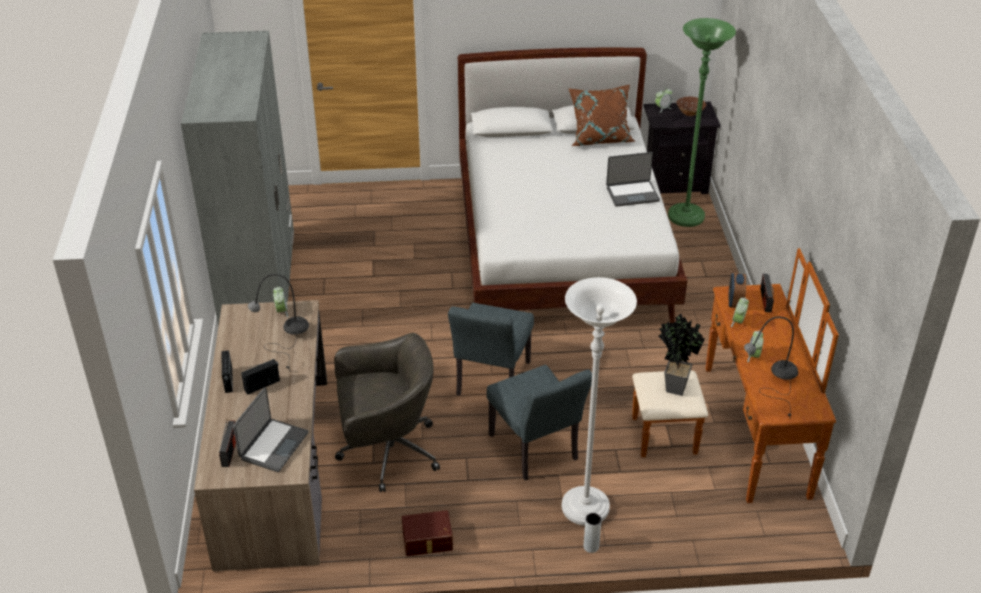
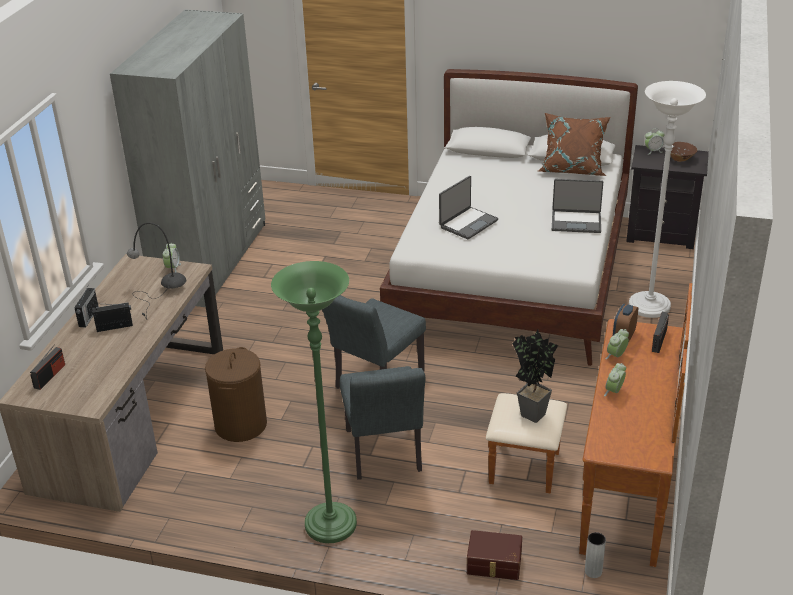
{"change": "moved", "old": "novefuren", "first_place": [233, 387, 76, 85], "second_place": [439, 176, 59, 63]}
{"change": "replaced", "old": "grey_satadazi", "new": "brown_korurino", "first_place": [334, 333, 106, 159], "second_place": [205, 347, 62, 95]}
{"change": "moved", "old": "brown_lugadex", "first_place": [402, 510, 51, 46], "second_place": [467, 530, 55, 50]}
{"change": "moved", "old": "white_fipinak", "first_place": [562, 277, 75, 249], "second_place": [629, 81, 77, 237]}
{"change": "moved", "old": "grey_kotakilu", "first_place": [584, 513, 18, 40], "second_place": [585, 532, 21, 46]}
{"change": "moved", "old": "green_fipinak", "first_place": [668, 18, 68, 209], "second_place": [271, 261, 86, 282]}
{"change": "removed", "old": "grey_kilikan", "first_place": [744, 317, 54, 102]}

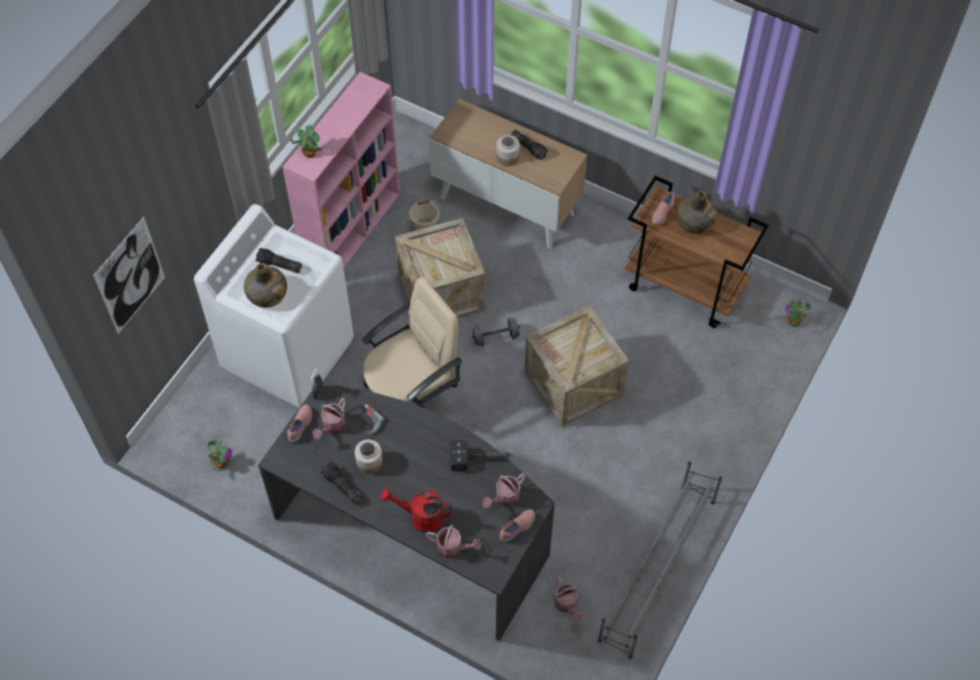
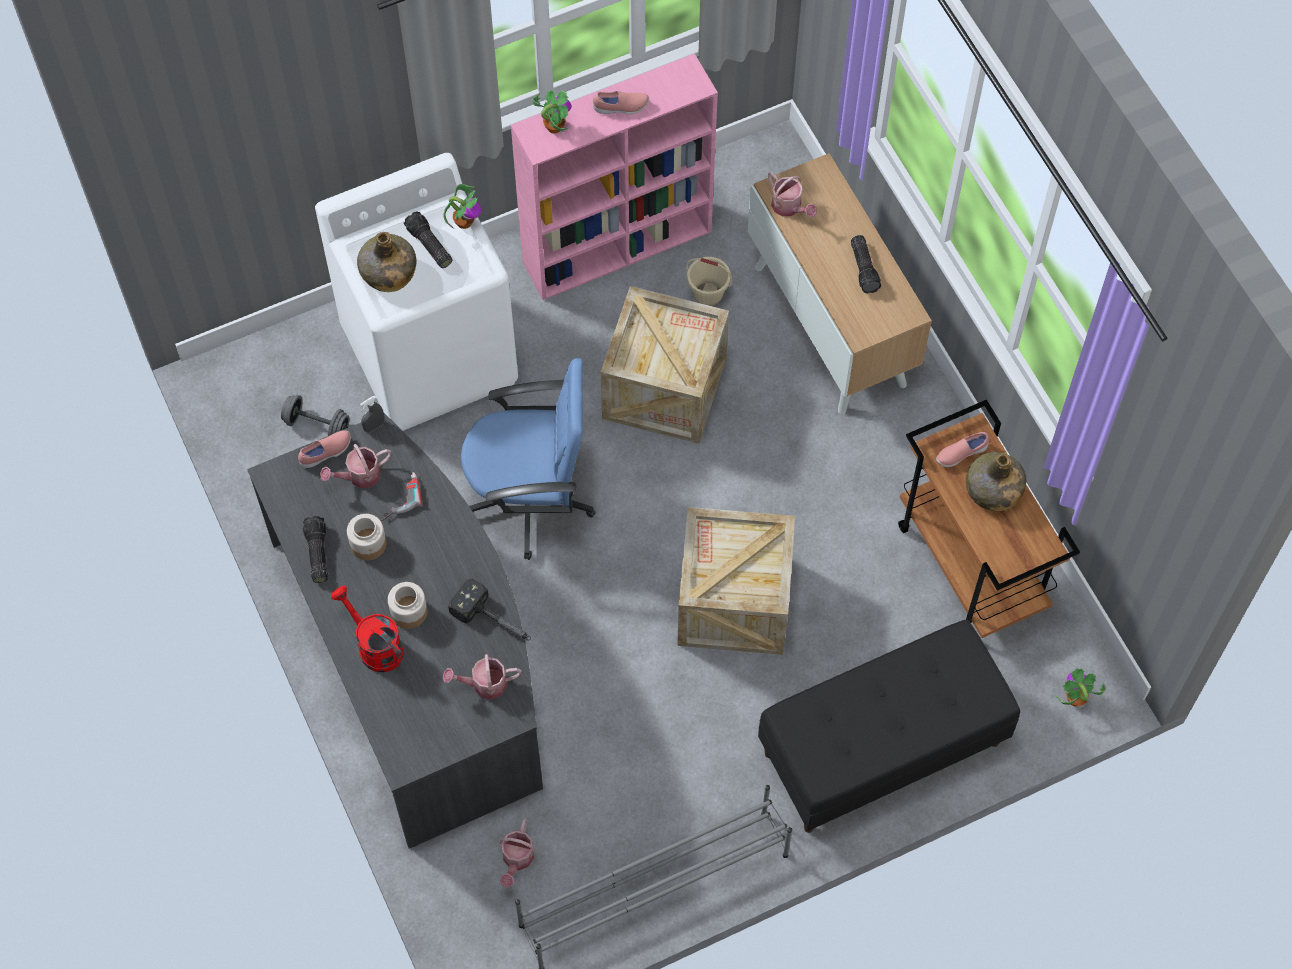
{"change": "removed", "old": "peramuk", "first_place": [93, 217, 72, 117]}
{"change": "moved", "old": "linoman", "first_place": [208, 439, 24, 32], "second_place": [443, 184, 39, 45]}
{"change": "recoloured", "old": "beige_satadazi", "new": "blue_satadazi", "first_place": [362, 277, 100, 131], "second_place": [461, 358, 135, 202]}
{"change": "moved", "old": "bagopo", "first_place": [426, 525, 55, 33], "second_place": [768, 172, 49, 46]}
{"change": "moved", "old": "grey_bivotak", "first_place": [472, 317, 48, 29], "second_place": [281, 395, 68, 41]}
{"change": "moved", "old": "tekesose", "first_place": [496, 135, 24, 31], "second_place": [388, 582, 39, 47]}
{"change": "moved", "old": "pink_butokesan", "first_place": [500, 509, 35, 33], "second_place": [593, 91, 56, 23]}
{"change": "added", "new": "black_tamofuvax", "second_place": [758, 620, 262, 213]}

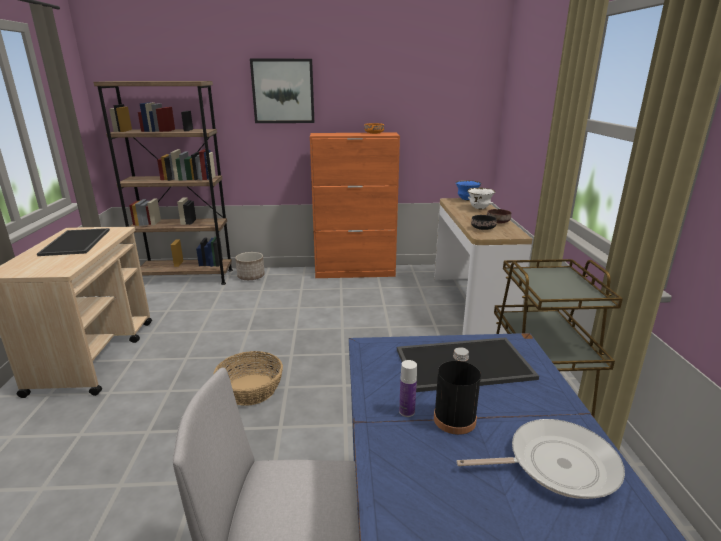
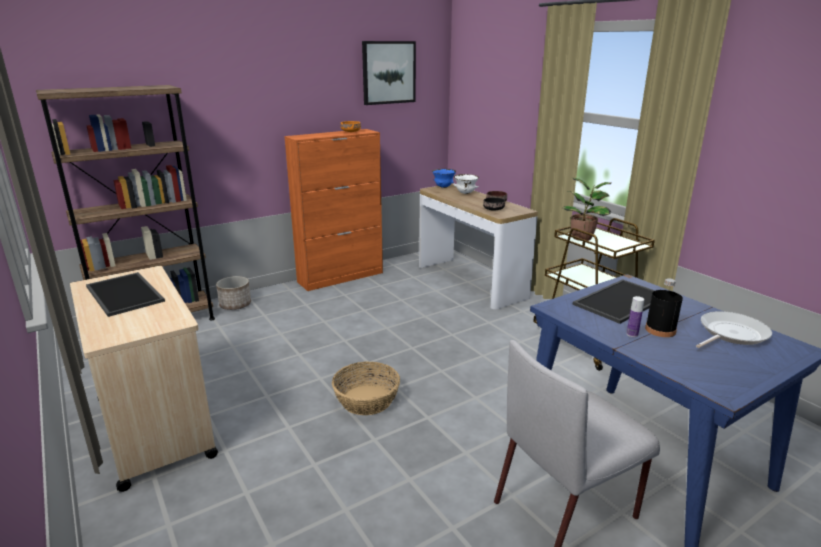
{"change": "moved", "old": "peramuk", "first_place": [250, 59, 64, 64], "second_place": [362, 41, 54, 64]}
{"change": "added", "new": "linoman", "second_place": [562, 177, 49, 64]}

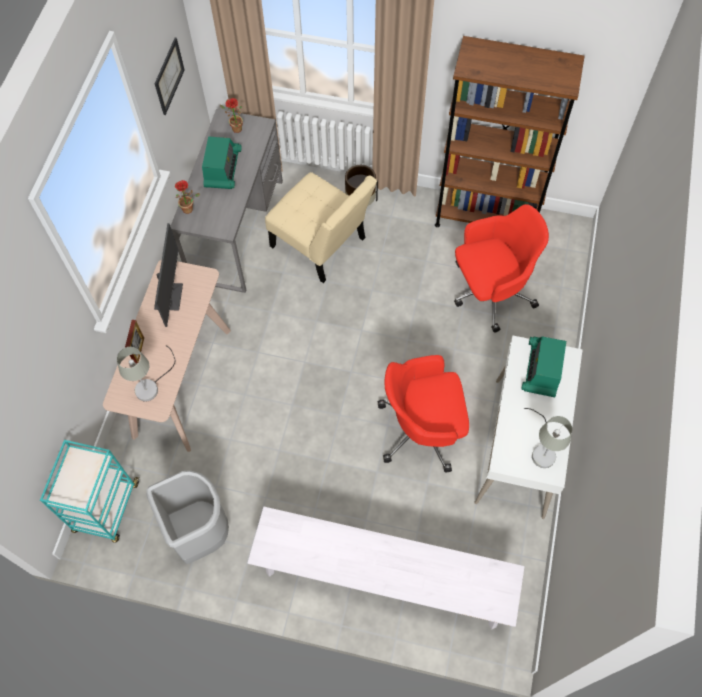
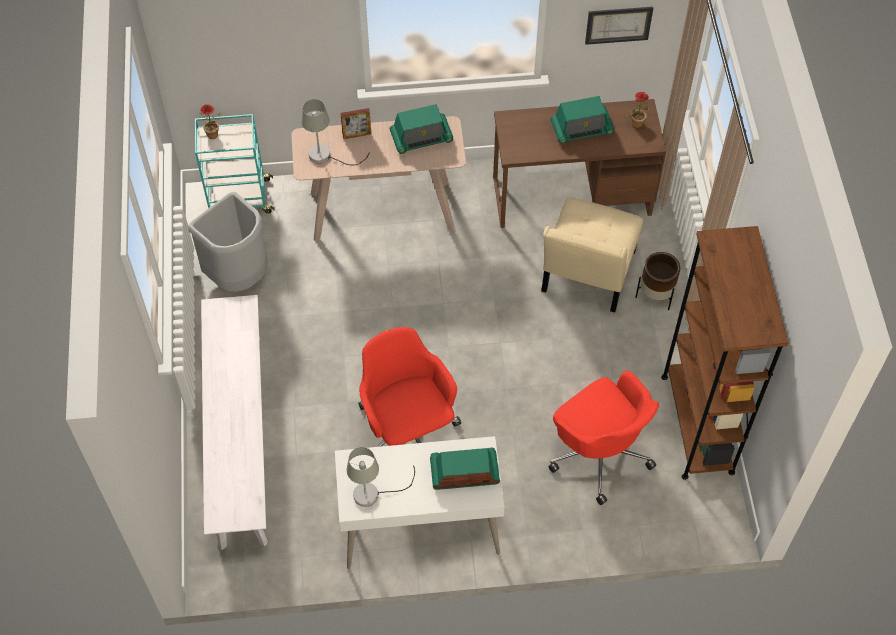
{"change": "replaced", "old": "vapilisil", "new": "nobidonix", "first_place": [154, 223, 29, 104], "second_place": [390, 104, 63, 50]}
{"change": "recoloured", "old": "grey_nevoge", "new": "brown_nevoge", "first_place": [170, 109, 113, 184], "second_place": [493, 99, 173, 129]}
{"change": "moved", "old": "linoman", "first_place": [175, 180, 25, 34], "second_place": [199, 104, 22, 35]}

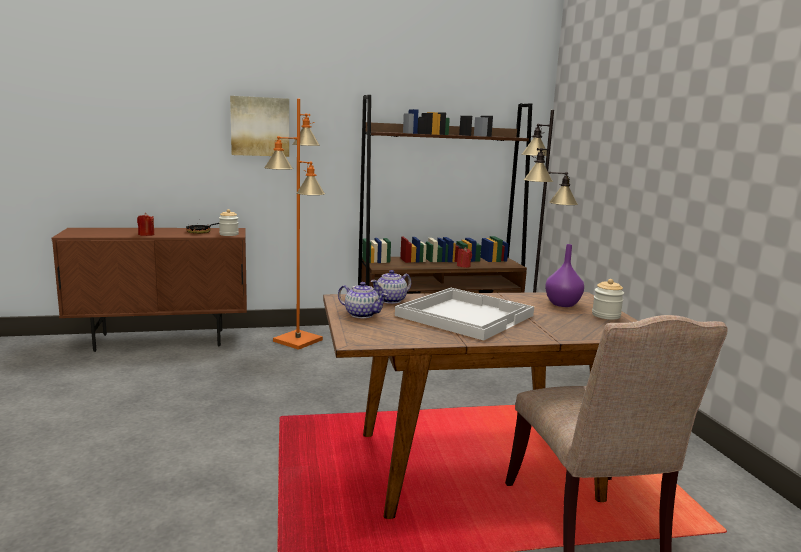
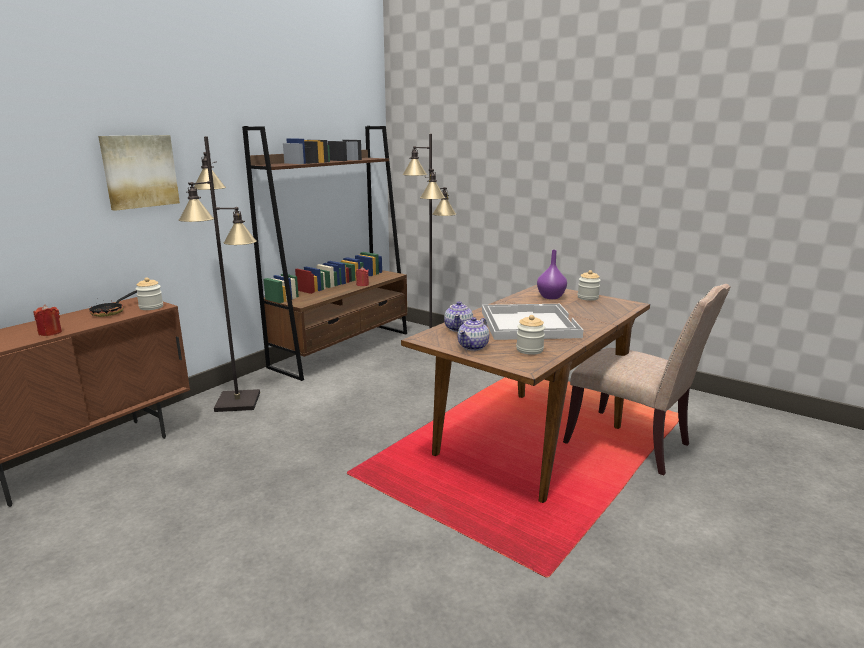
{"change": "recoloured", "old": "orange_fipinak", "new": "black_fipinak", "first_place": [264, 99, 61, 251], "second_place": [179, 136, 81, 276]}
{"change": "turned", "old": "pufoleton", "first_place": [338, 282, 50, 36], "second_place": [457, 317, 32, 34], "degrees": 135}
{"change": "added", "new": "tekesose", "second_place": [516, 315, 29, 40]}

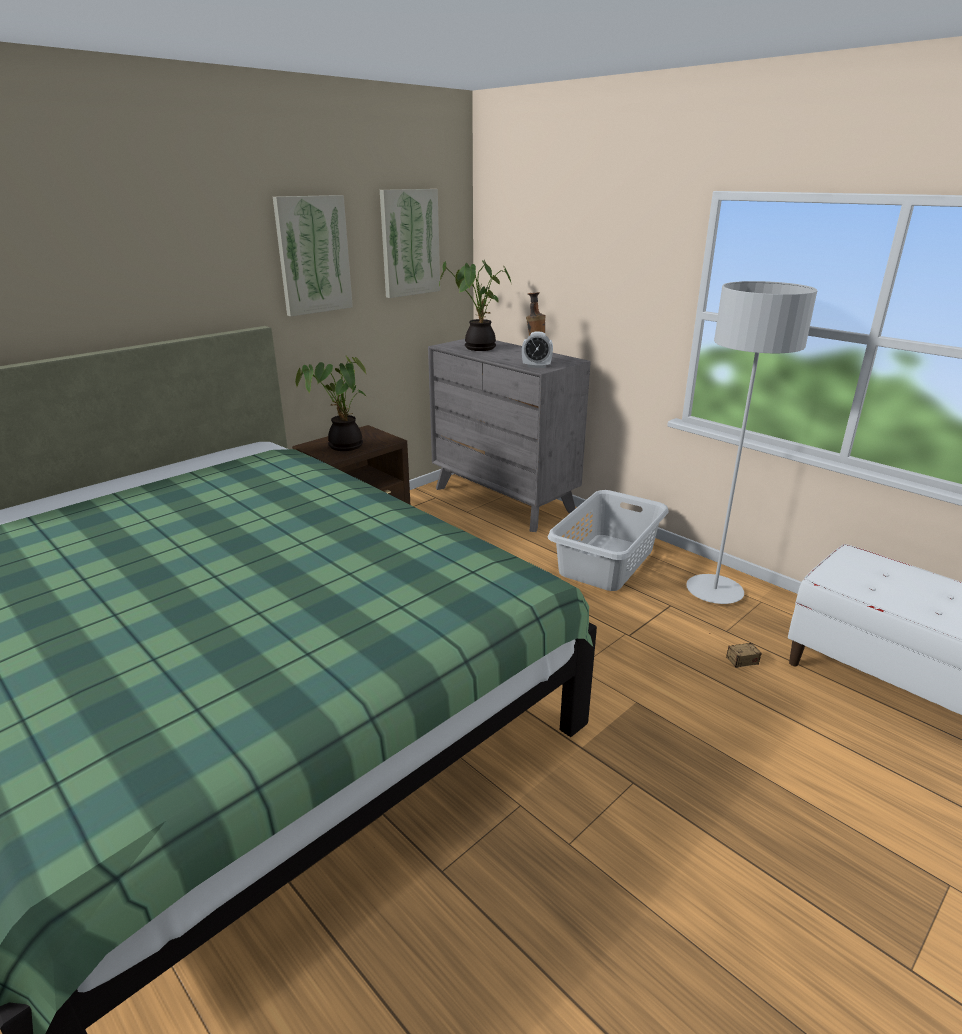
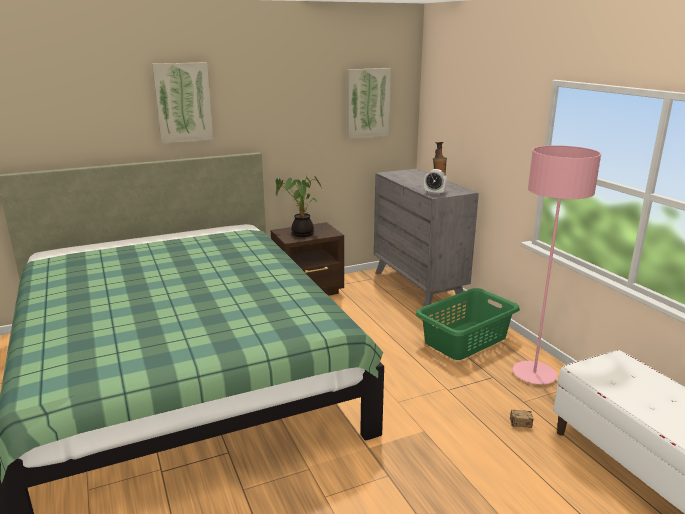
{"change": "moved", "old": "peramuk", "first_place": [273, 195, 80, 121], "second_place": [152, 62, 61, 82]}
{"change": "removed", "old": "linoman", "first_place": [439, 259, 72, 92]}
{"change": "recoloured", "old": "grey_korurino", "new": "green_korurino", "first_place": [548, 490, 121, 101], "second_place": [416, 288, 104, 72]}
{"change": "recoloured", "old": "grey_fipinak", "new": "pink_fipinak", "first_place": [686, 281, 131, 323], "second_place": [513, 145, 88, 239]}

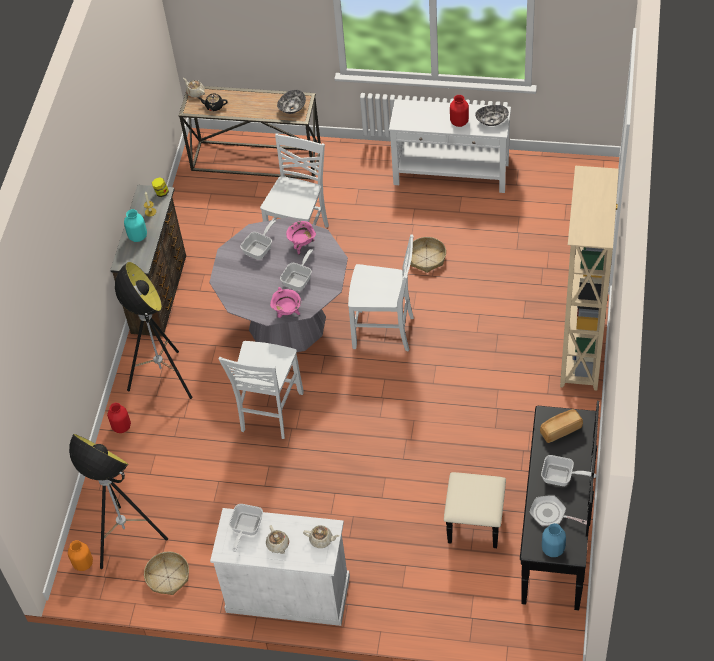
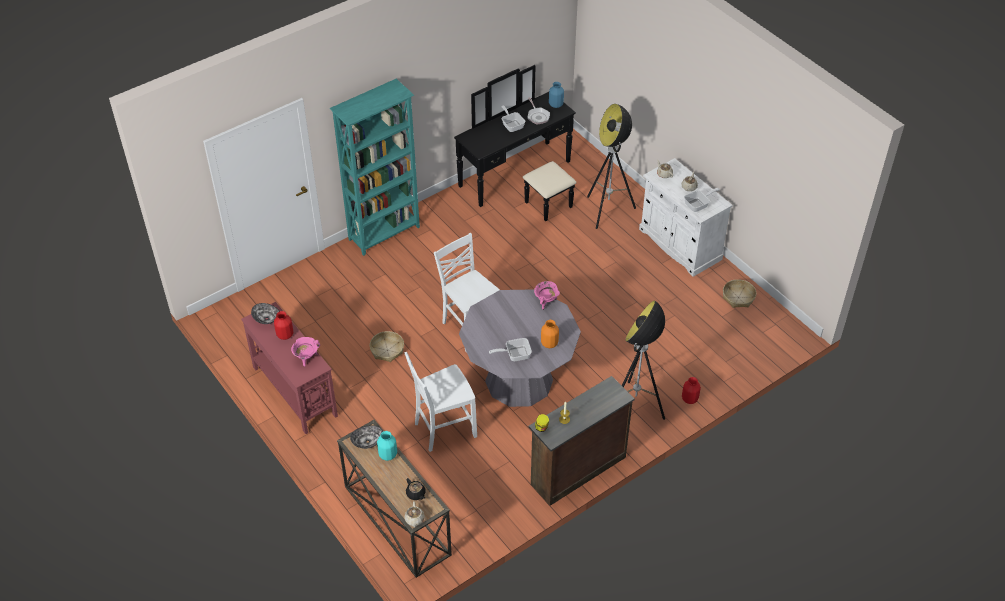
{"change": "moved", "old": "orange_kotakilu", "first_place": [68, 540, 25, 31], "second_place": [541, 320, 18, 28]}
{"change": "moved", "old": "fipinak", "first_place": [69, 434, 99, 135], "second_place": [587, 104, 49, 125]}
{"change": "moved", "old": "turquoise_kotakilu", "first_place": [124, 209, 23, 33], "second_place": [377, 431, 20, 30]}
{"change": "removed", "old": "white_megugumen", "first_place": [219, 341, 85, 98]}
{"change": "removed", "old": "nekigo", "first_place": [280, 249, 33, 42]}
{"change": "moved", "old": "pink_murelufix", "first_place": [286, 221, 30, 34], "second_place": [291, 337, 29, 30]}
{"change": "recoloured", "old": "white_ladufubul", "new": "red_ladufubul", "first_place": [389, 99, 122, 94], "second_place": [241, 302, 97, 132]}
{"change": "removed", "old": "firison", "first_place": [540, 409, 43, 34]}
{"change": "recoloured", "old": "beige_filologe", "new": "turquoise_filologe", "first_place": [560, 166, 59, 225], "second_place": [330, 79, 90, 177]}

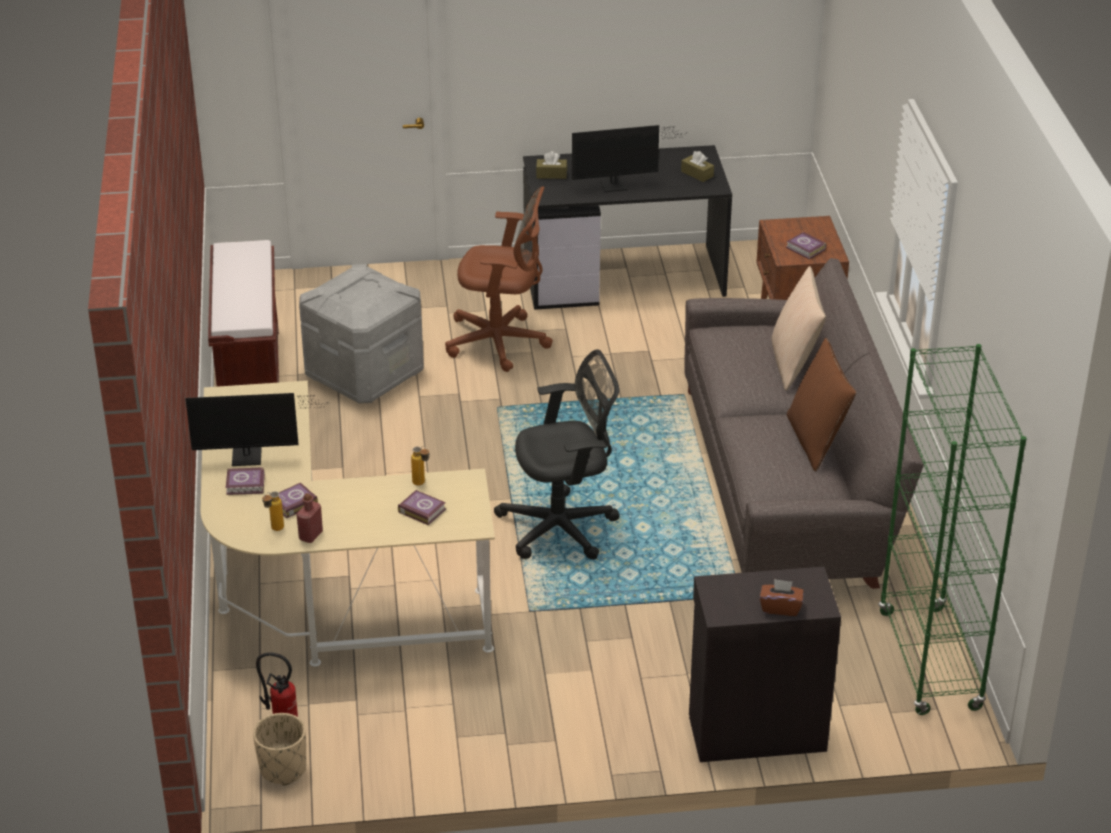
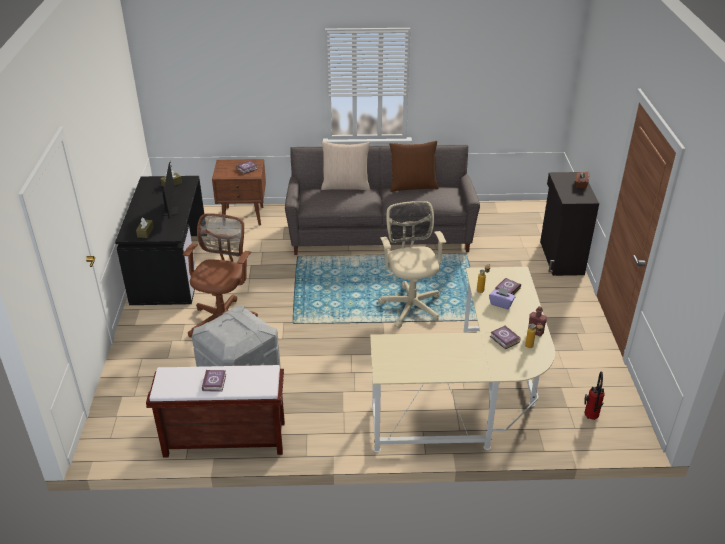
{"change": "removed", "old": "vapilisil", "first_place": [185, 393, 145, 73]}
{"change": "moved", "old": "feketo", "first_place": [226, 467, 39, 28], "second_place": [202, 370, 24, 22]}
{"change": "removed", "old": "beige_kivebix", "first_place": [253, 713, 53, 72]}
{"change": "recoloured", "old": "black_satadazi", "new": "beige_satadazi", "first_place": [494, 350, 126, 209], "second_place": [378, 201, 68, 128]}
{"change": "removed", "old": "green_filologe", "first_place": [878, 344, 149, 371]}
{"change": "added", "new": "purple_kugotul", "second_place": [489, 287, 27, 22]}

